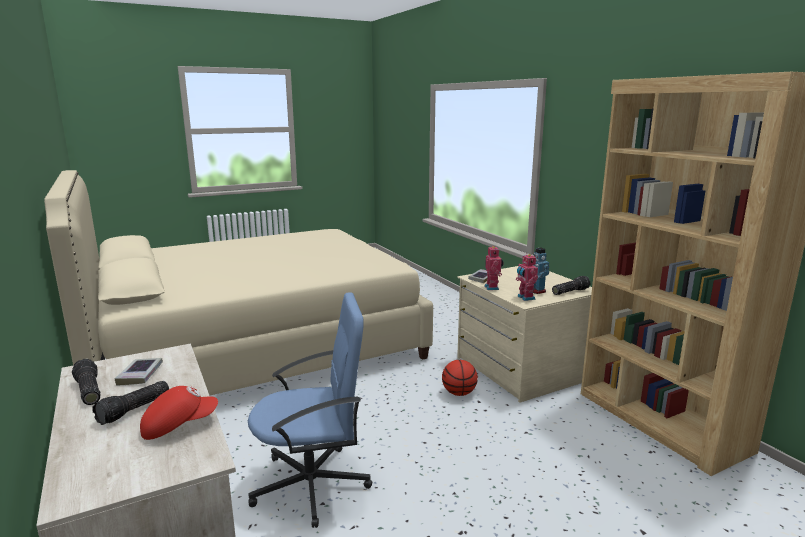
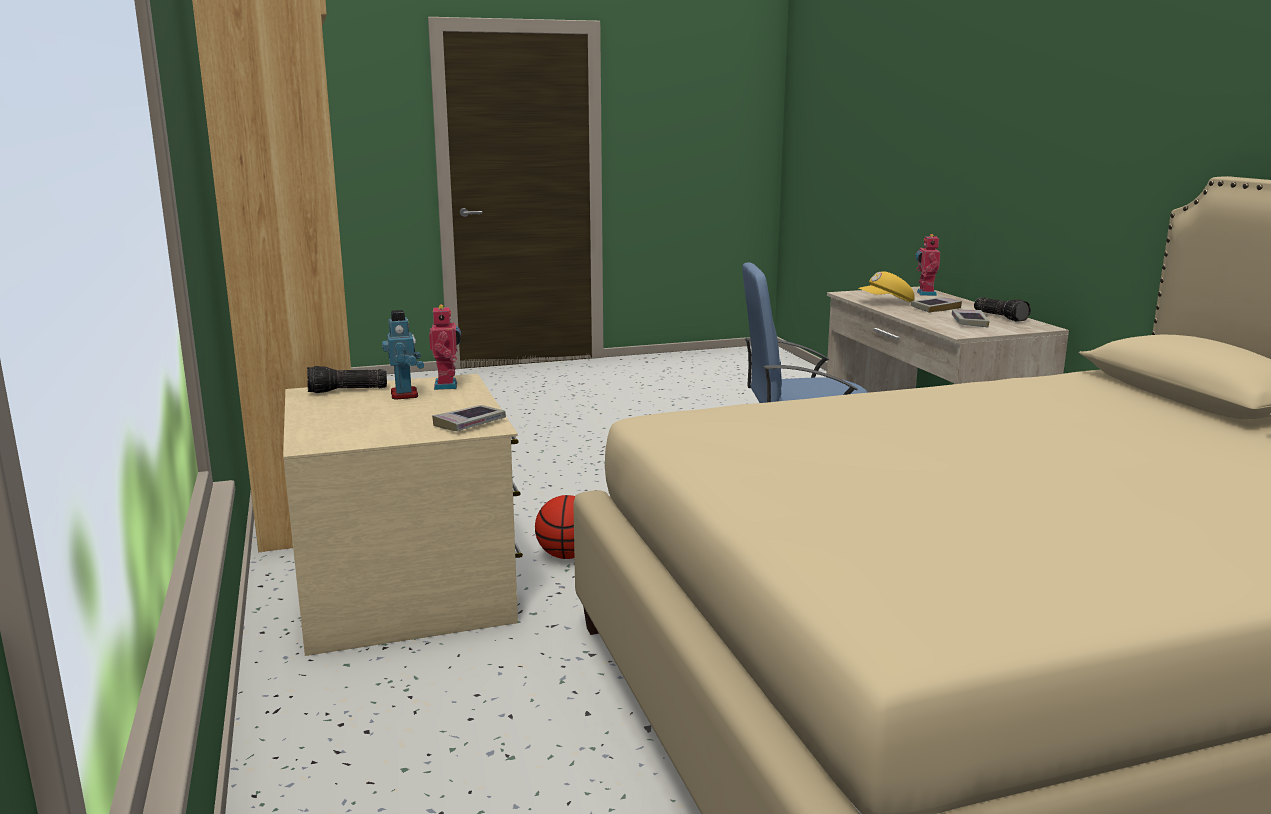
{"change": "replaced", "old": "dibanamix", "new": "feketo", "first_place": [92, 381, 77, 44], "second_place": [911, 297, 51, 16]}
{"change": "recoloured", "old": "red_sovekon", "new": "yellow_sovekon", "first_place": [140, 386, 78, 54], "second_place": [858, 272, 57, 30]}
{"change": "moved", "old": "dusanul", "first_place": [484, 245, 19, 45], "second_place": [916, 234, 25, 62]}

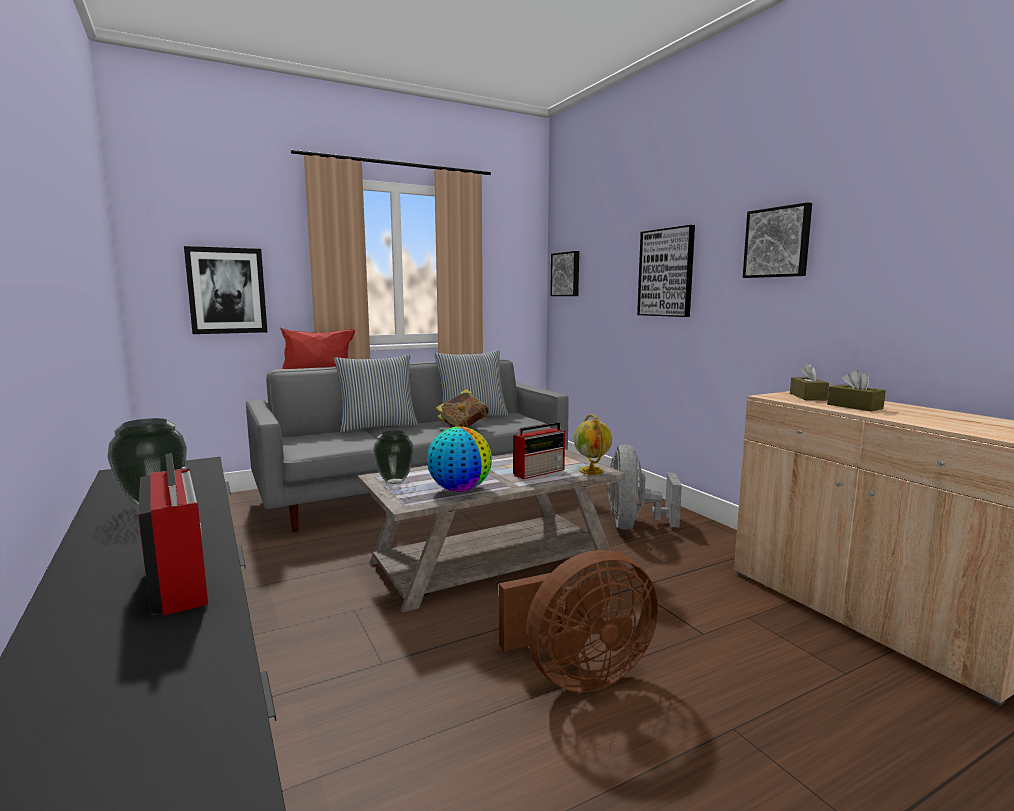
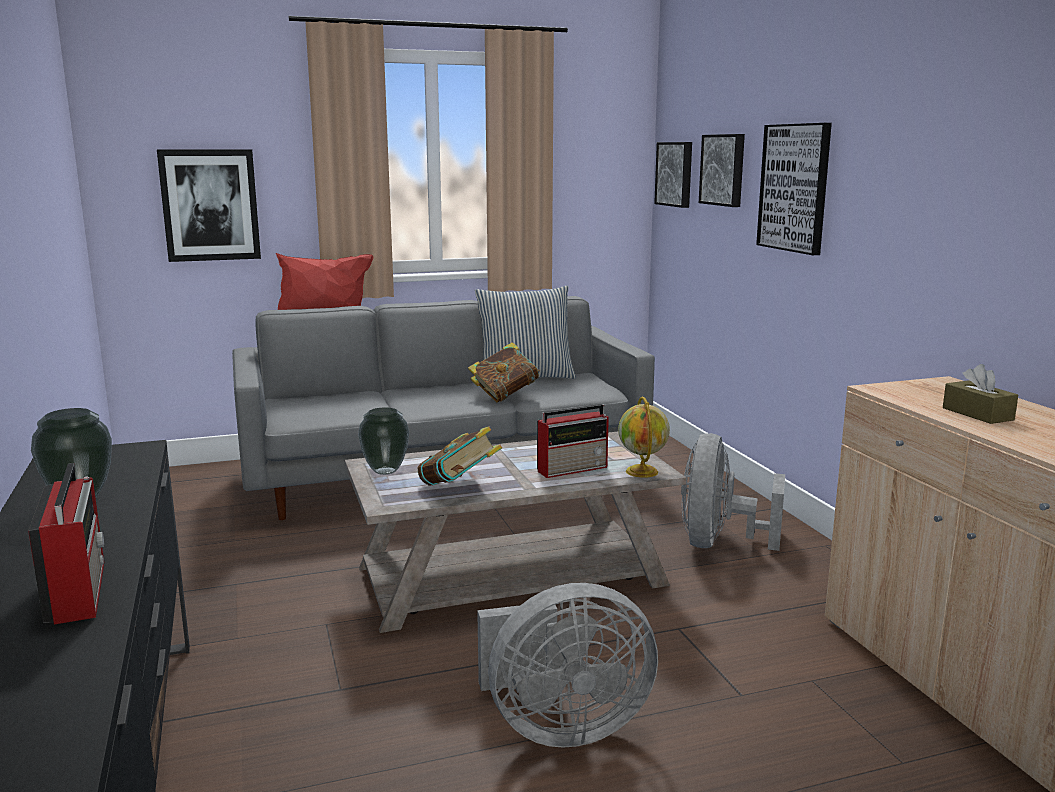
{"change": "removed", "old": "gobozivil", "first_place": [334, 354, 85, 78]}
{"change": "replaced", "old": "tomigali", "new": "feketo", "first_place": [427, 427, 65, 65], "second_place": [418, 426, 84, 60]}
{"change": "recoloured", "old": "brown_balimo", "new": "grey_balimo", "first_place": [499, 550, 159, 142], "second_place": [477, 583, 181, 165]}
{"change": "moved", "old": "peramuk", "first_place": [743, 202, 69, 76], "second_place": [699, 134, 46, 73]}
{"change": "removed", "old": "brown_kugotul", "first_place": [790, 363, 39, 37]}

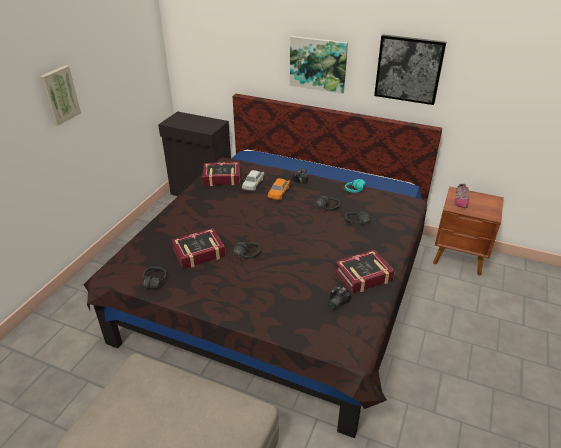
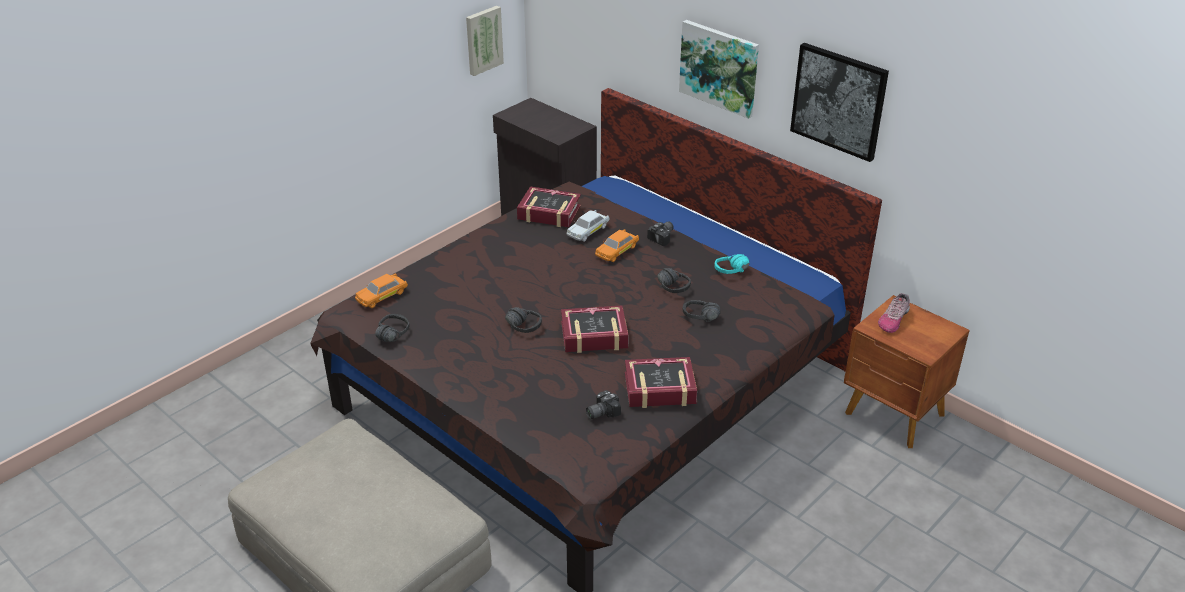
{"change": "moved", "old": "peramuk", "first_place": [40, 65, 41, 61], "second_place": [466, 6, 38, 70]}
{"change": "moved", "old": "feketo", "first_place": [171, 228, 55, 41], "second_place": [561, 305, 68, 48]}
{"change": "added", "new": "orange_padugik", "second_place": [355, 273, 53, 35]}

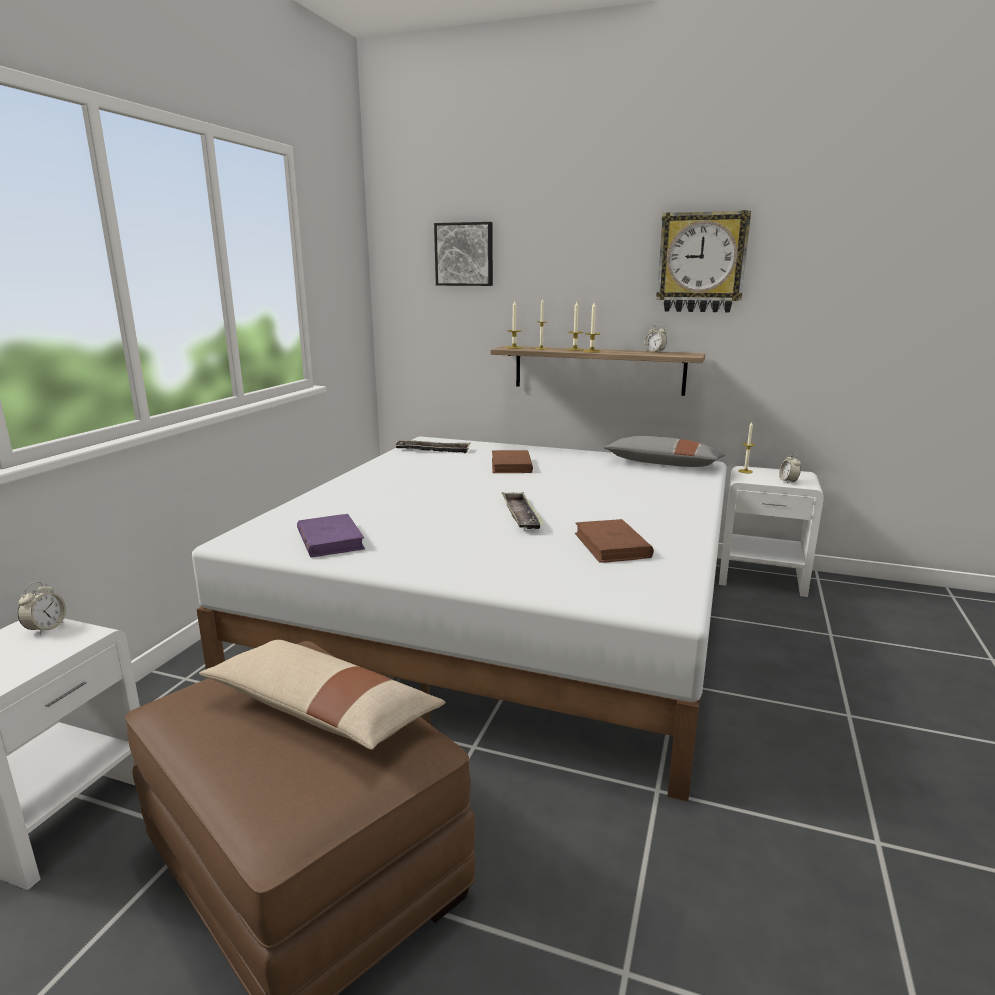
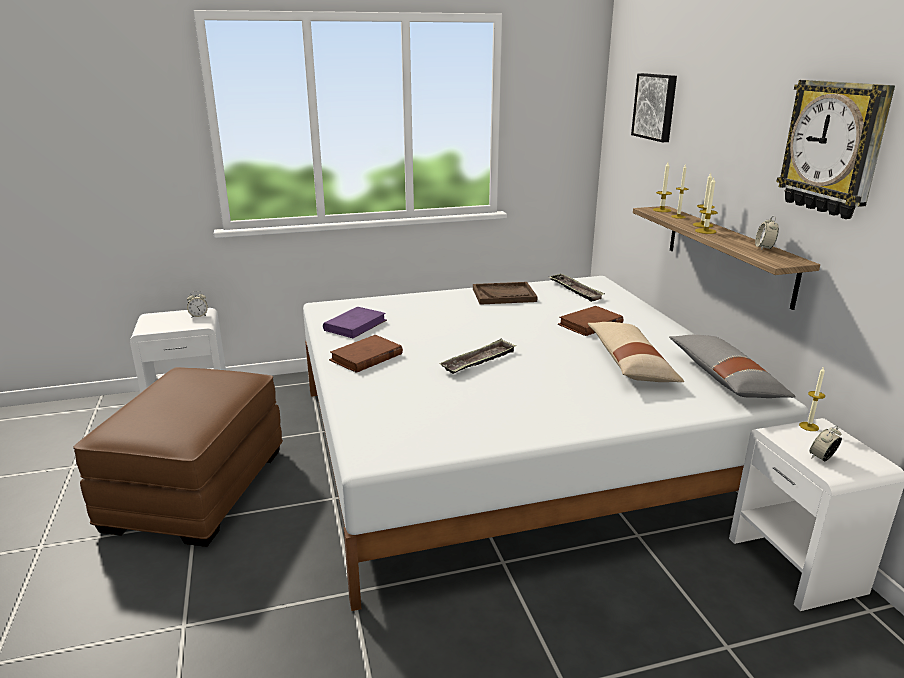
{"change": "moved", "old": "beige_gobozivil", "first_place": [199, 640, 247, 110], "second_place": [588, 322, 96, 60]}
{"change": "moved", "old": "brown_feketo", "first_place": [575, 519, 79, 44], "second_place": [329, 335, 74, 38]}
{"change": "added", "new": "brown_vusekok", "second_place": [473, 282, 65, 23]}

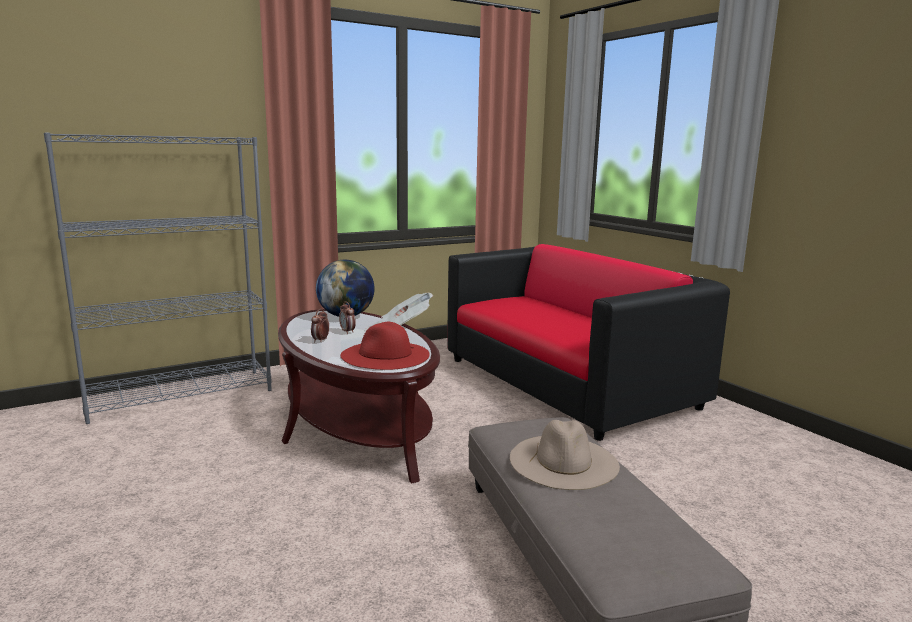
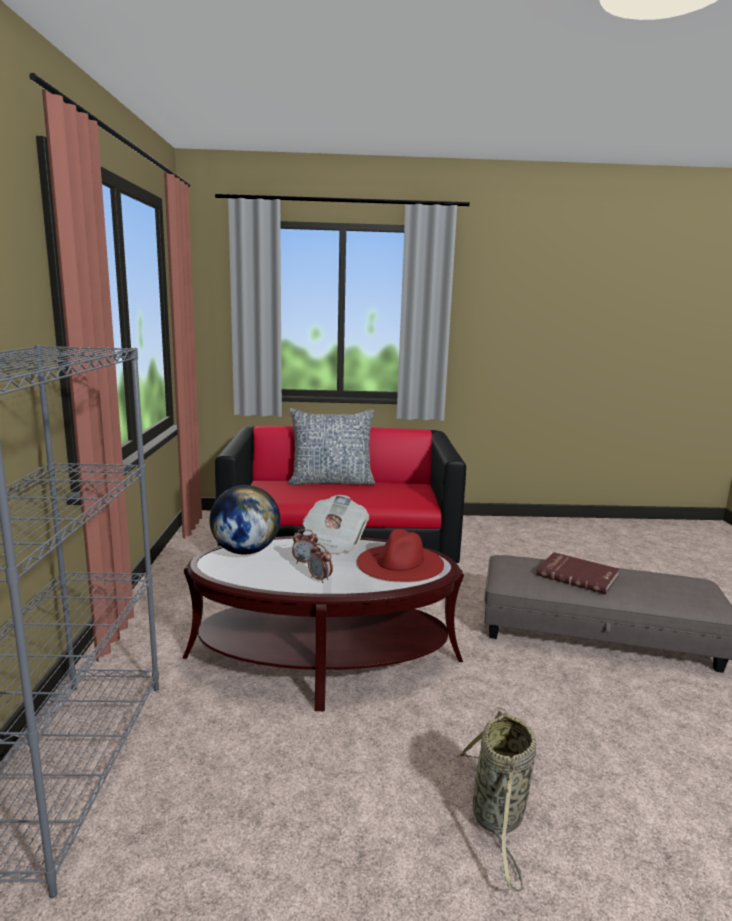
{"change": "replaced", "old": "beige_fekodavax", "new": "red_feketo", "first_place": [510, 420, 110, 70], "second_place": [536, 552, 83, 42]}
{"change": "added", "new": "gobozivil", "second_place": [288, 408, 87, 77]}
{"change": "added", "new": "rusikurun", "second_place": [457, 707, 79, 185]}

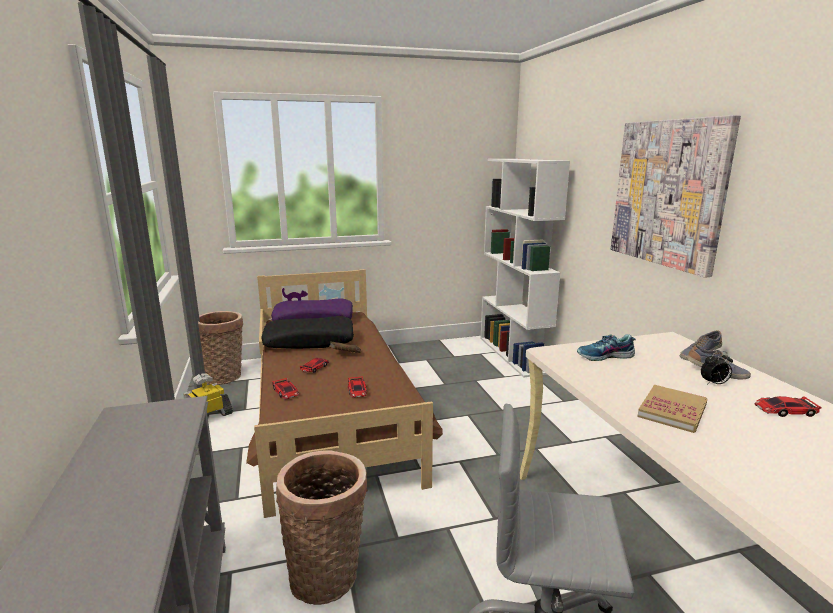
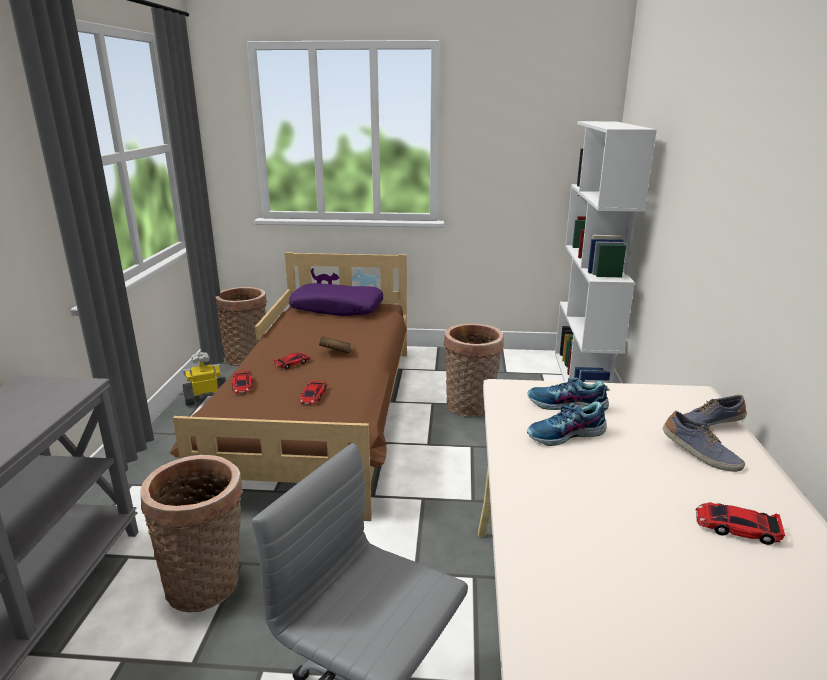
{"change": "removed", "old": "black_gobozivil", "first_place": [261, 316, 93, 33]}
{"change": "removed", "old": "peramuk", "first_place": [611, 115, 130, 162]}
{"change": "removed", "old": "feketo", "first_place": [637, 385, 70, 48]}
{"change": "removed", "old": "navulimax", "first_place": [701, 351, 32, 34]}
{"change": "added", "new": "rusikurun", "second_place": [444, 323, 60, 94]}
{"change": "added", "new": "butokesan", "second_place": [527, 401, 81, 45]}

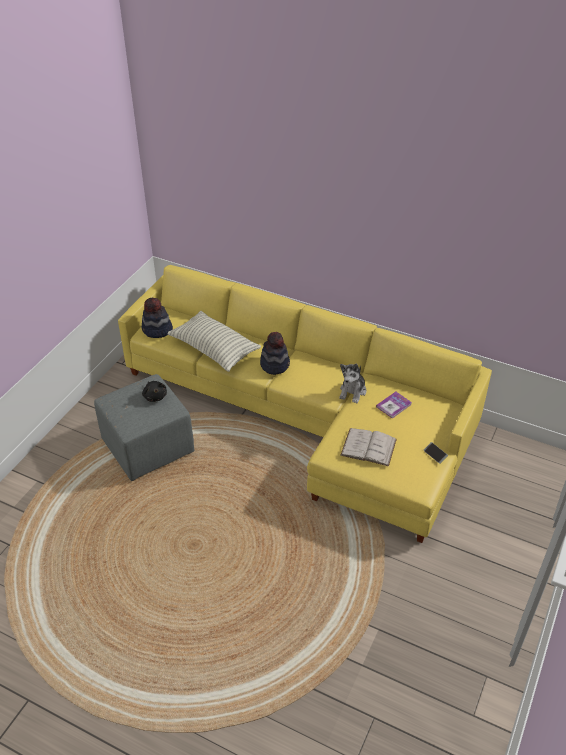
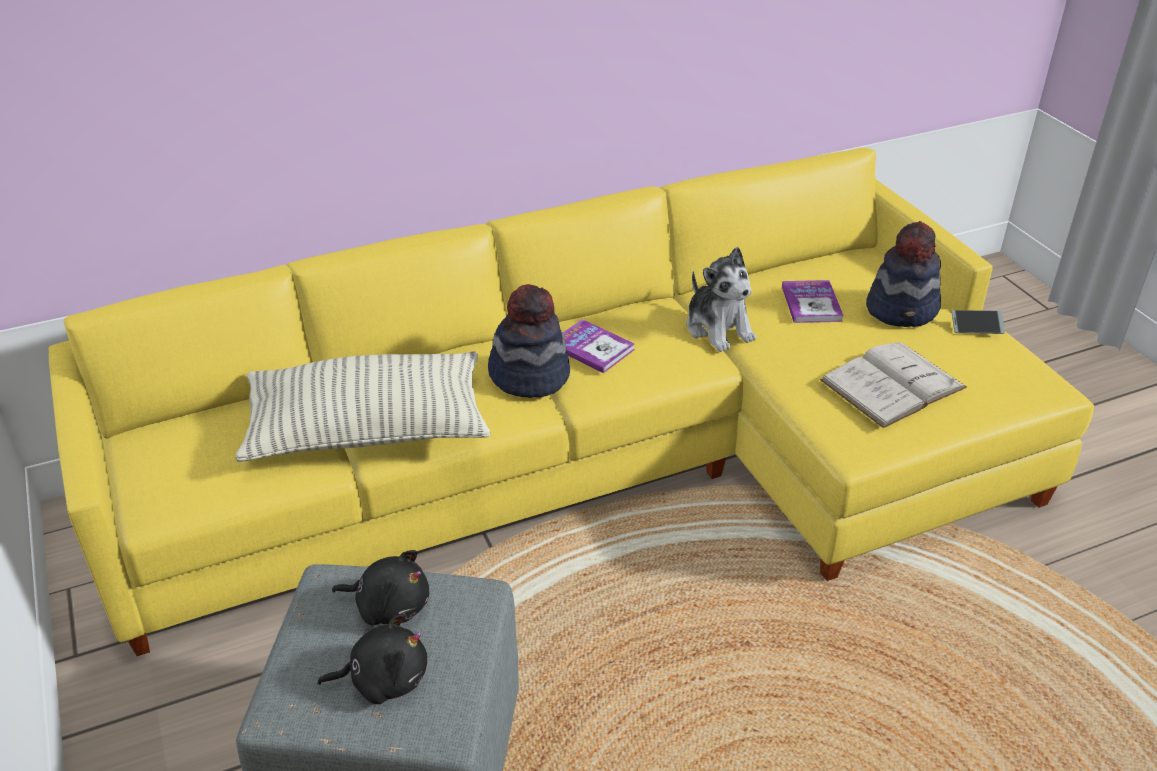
{"change": "moved", "old": "fekodavax", "first_place": [142, 297, 31, 41], "second_place": [866, 221, 75, 106]}
{"change": "added", "new": "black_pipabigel", "second_place": [317, 613, 110, 91]}
{"change": "added", "new": "feketo", "second_place": [563, 319, 72, 54]}

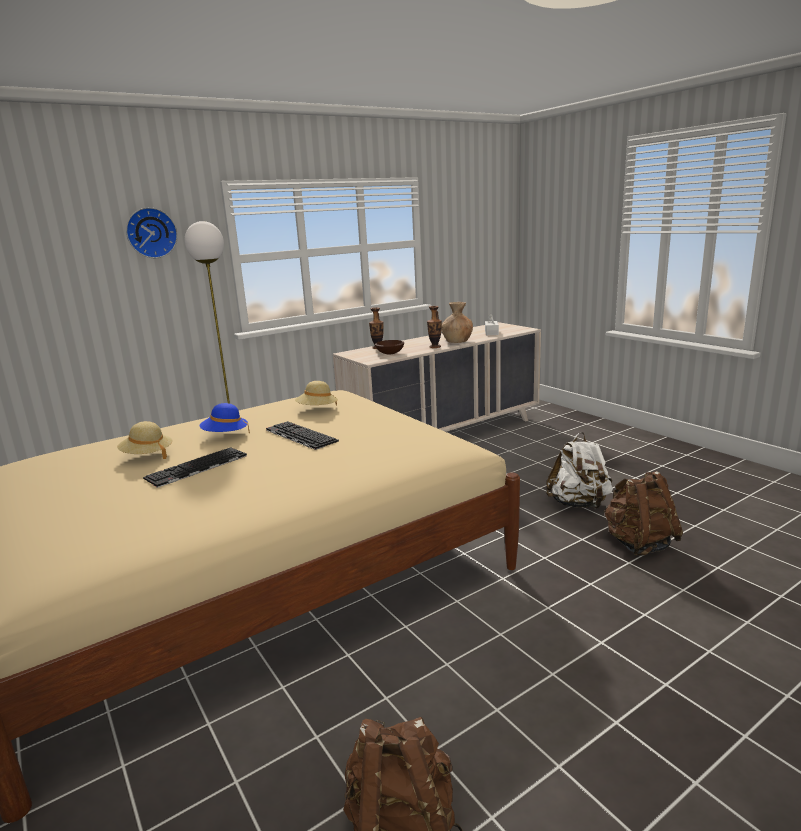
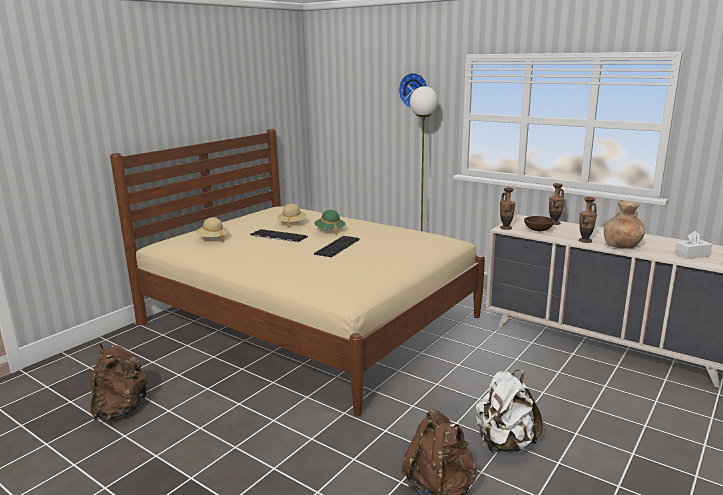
{"change": "recoloured", "old": "blue_fekodavax", "new": "green_fekodavax", "first_place": [200, 403, 50, 30], "second_place": [315, 210, 30, 25]}
{"change": "moved", "old": "beige_fekodavax", "first_place": [295, 381, 43, 25], "second_place": [196, 218, 33, 24]}
{"change": "added", "new": "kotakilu", "second_place": [500, 187, 15, 43]}

